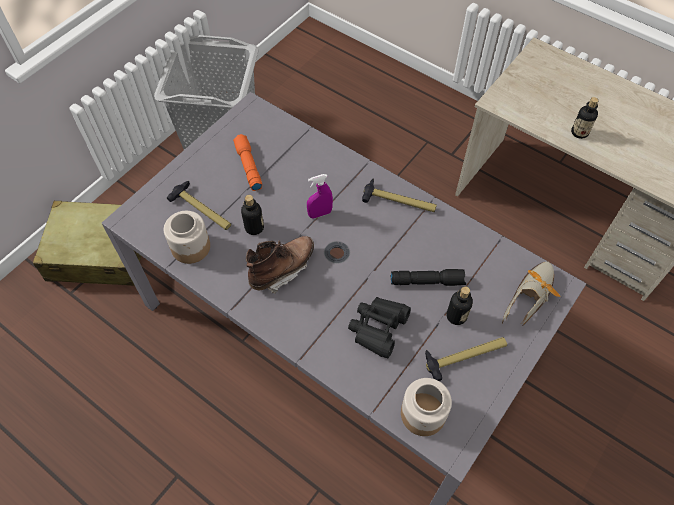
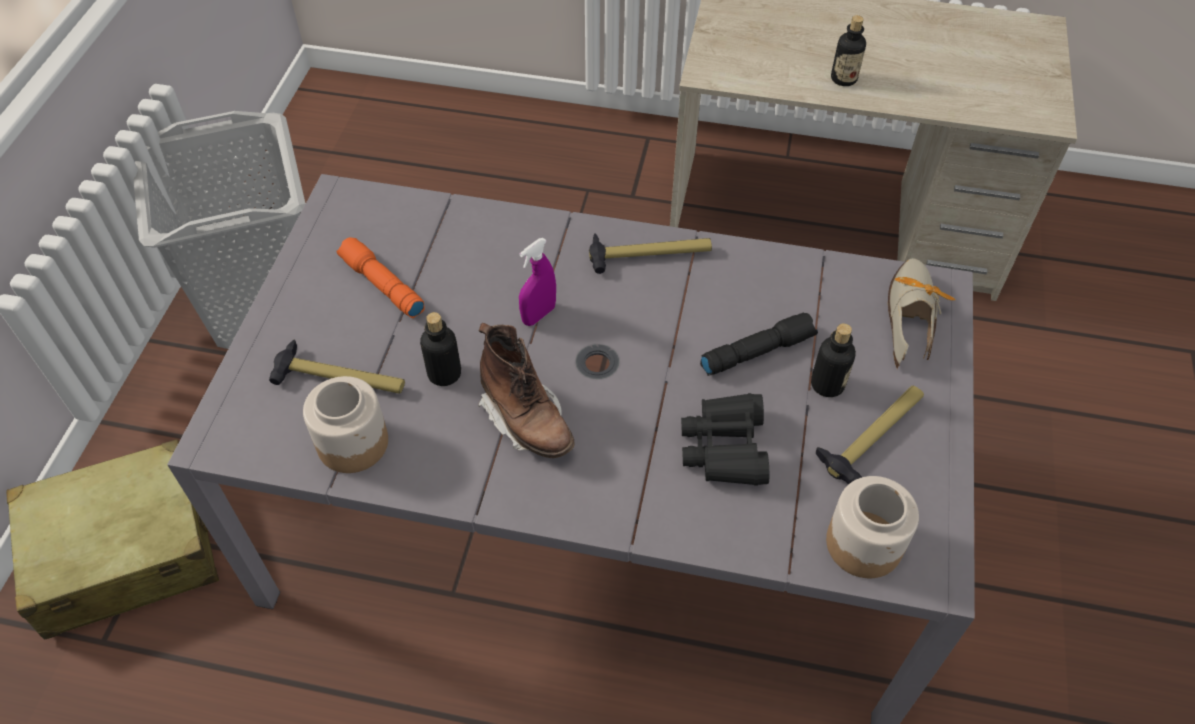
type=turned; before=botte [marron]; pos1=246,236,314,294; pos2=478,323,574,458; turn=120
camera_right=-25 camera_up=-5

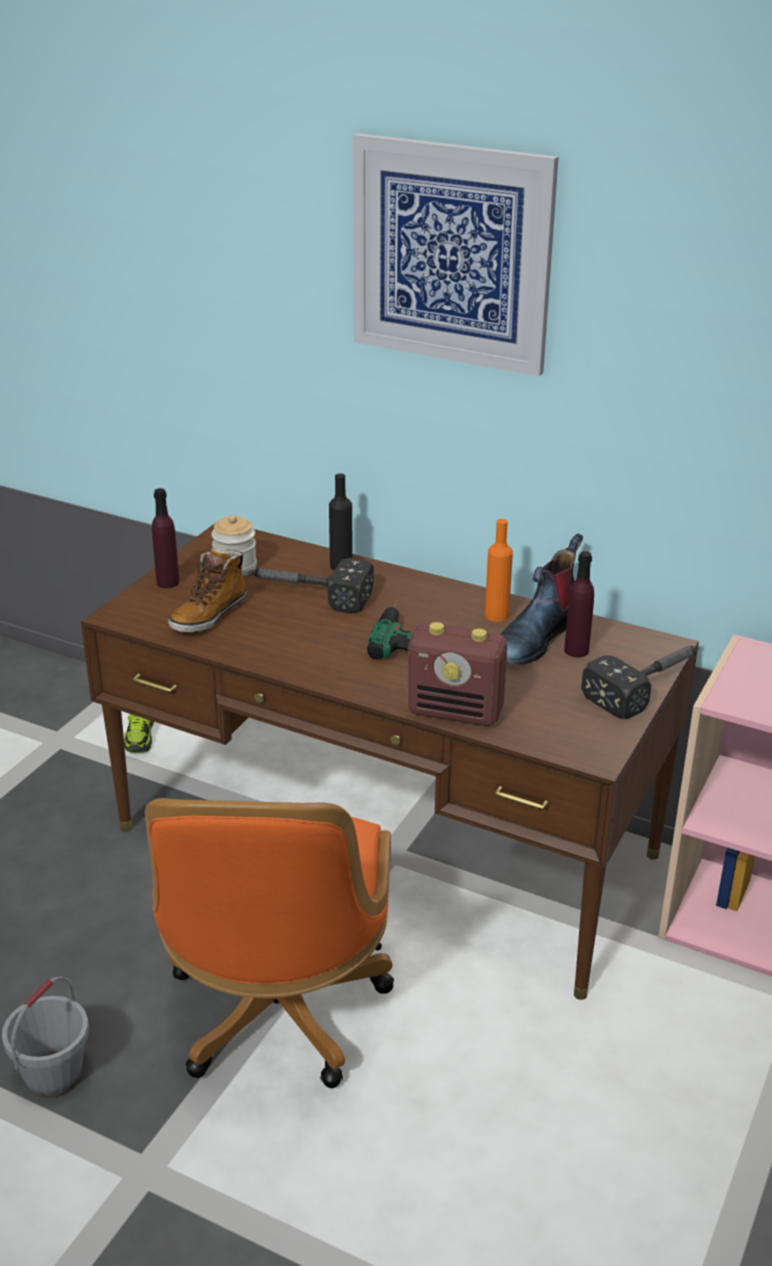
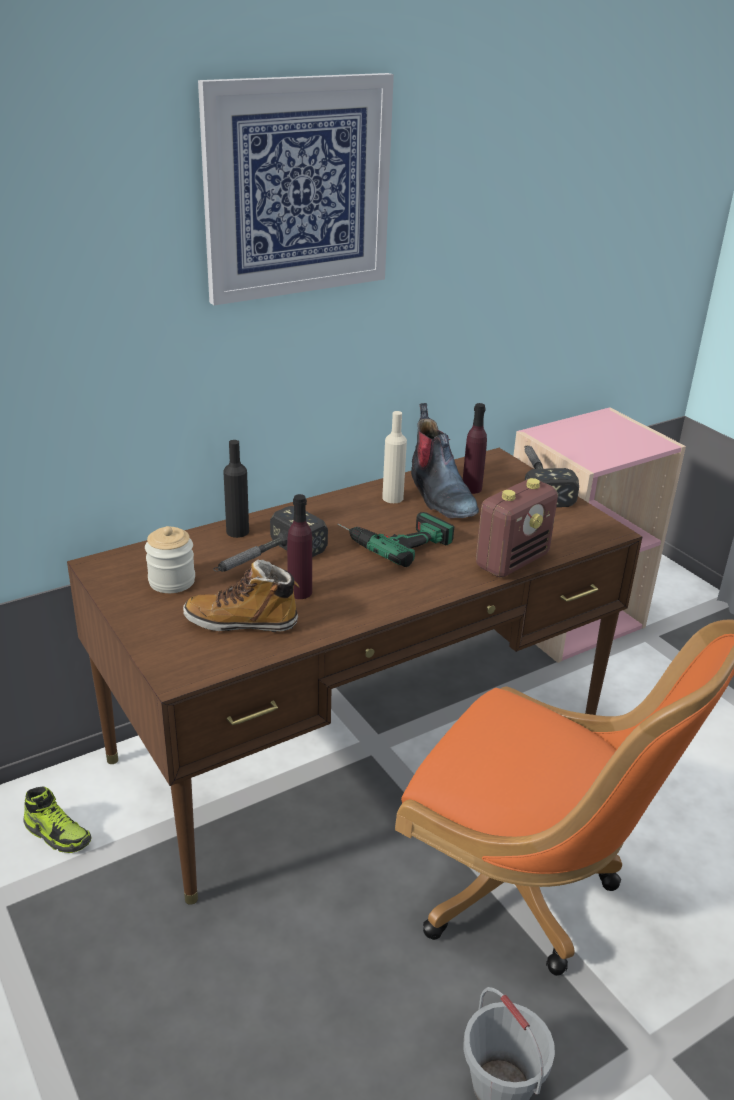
type=moved; before=bouteille [violet]; pos1=152,488,179,588; pos2=287,494,312,599
type=turned; before=botte; pos1=168,547,247,633; pos2=183,559,300,632; turn=120
type=recoloured; before=bouteille [orange]; after=bouteille [beige]; pos1=485,519,513,622; pos2=382,411,407,503
camera_right=-60 camera_up=0

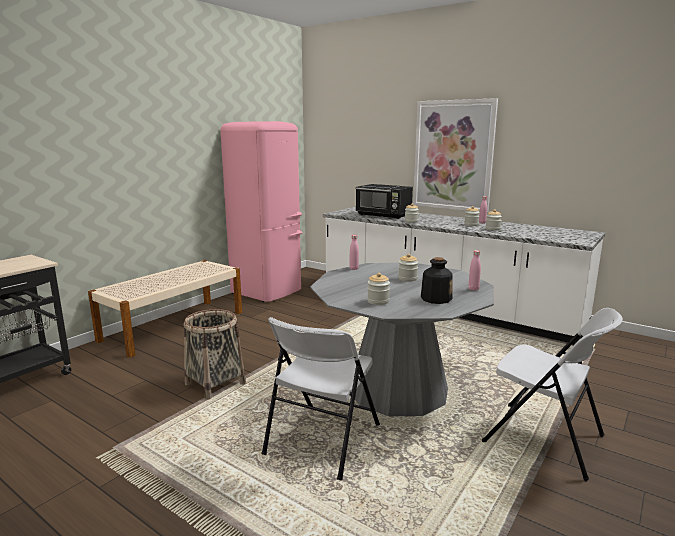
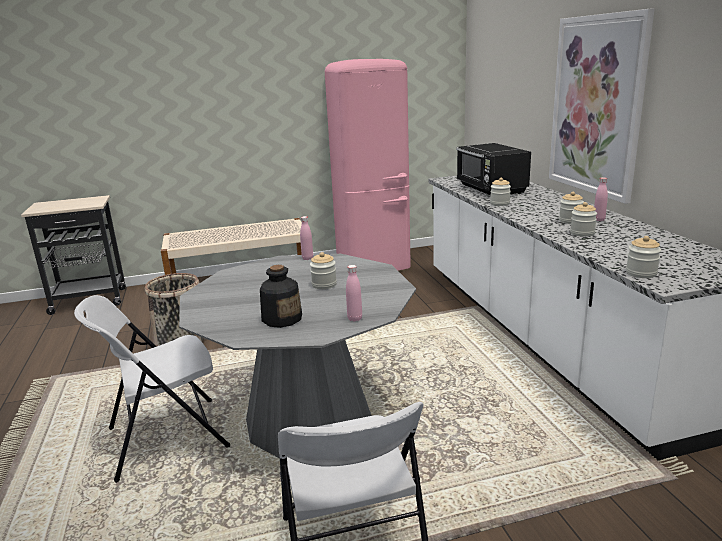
type=moved; before=bocal; pos1=367,273,390,305; pos2=626,236,661,278
camera_right=40 camera_up=5

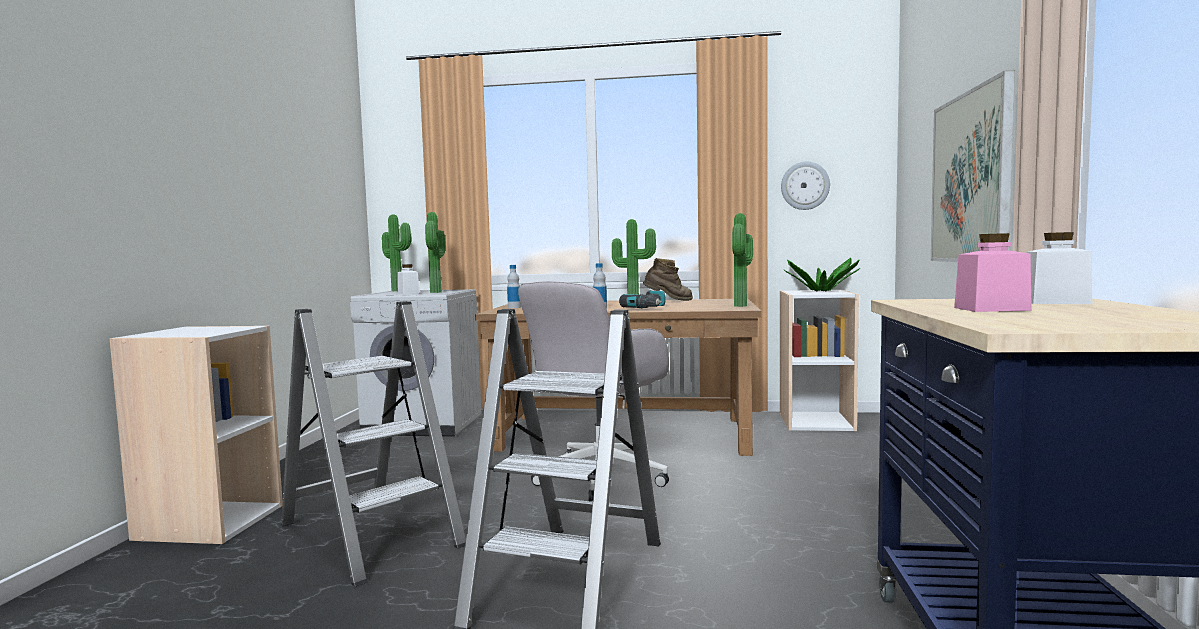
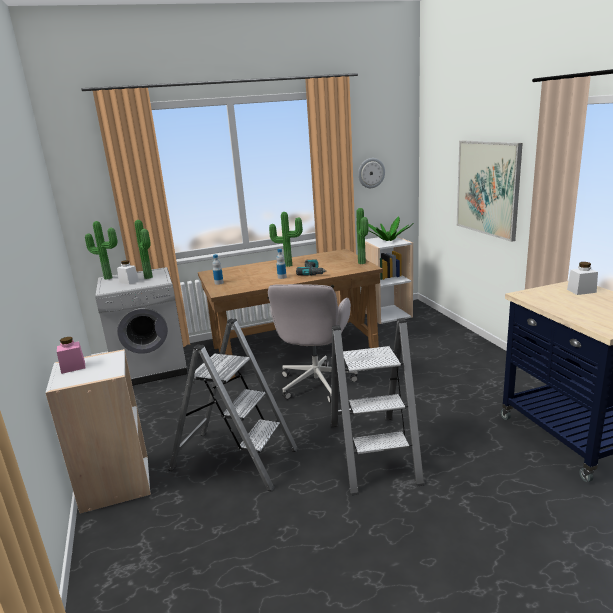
type=removed; before=botte [marron]; pos1=643,258,693,301
type=moved; before=bocal [rose]; pos1=954,233,1032,312; pos2=57,337,85,374
camera_right=-25 camera_up=15

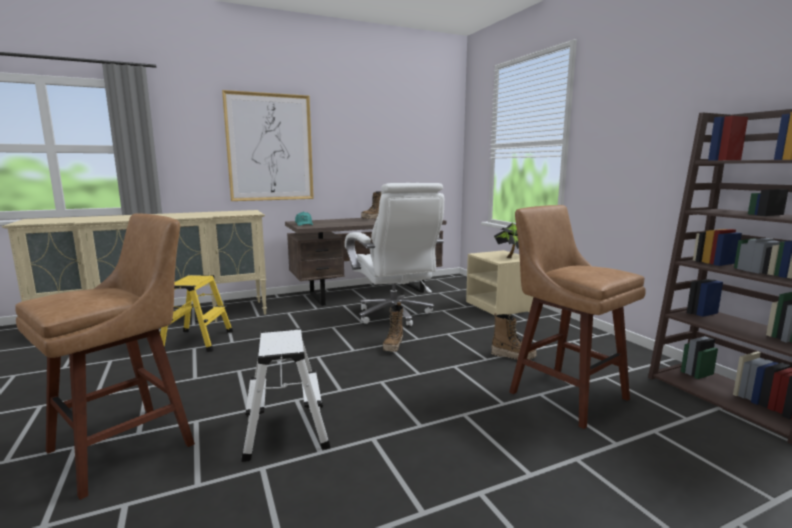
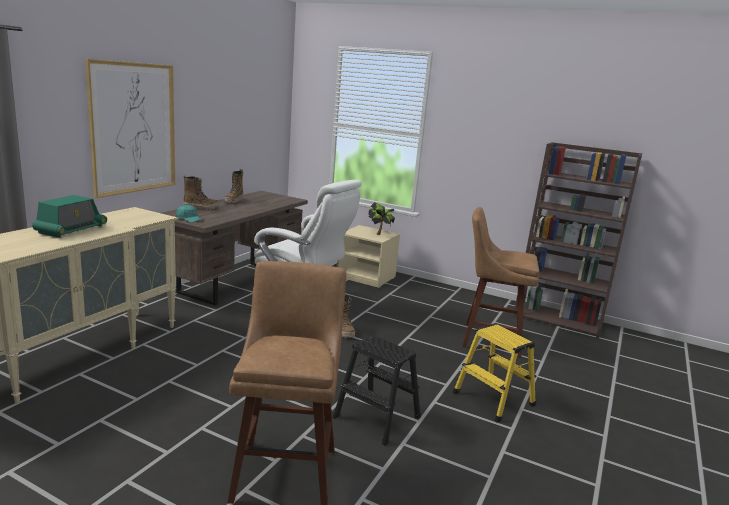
type=moved; before=escabeau [jaune]; pos1=160,275,233,352; pos2=452,323,537,423
type=recoloured; before=escabeau [blanc]; after=escabeau [noir]; pos1=241,328,331,462; pos2=332,334,421,446
type=moved; before=botte; pos1=491,313,536,360; pos2=183,175,219,210
type=added; after=radio; pos2=32,195,107,238
camera_right=-40 camera_up=5

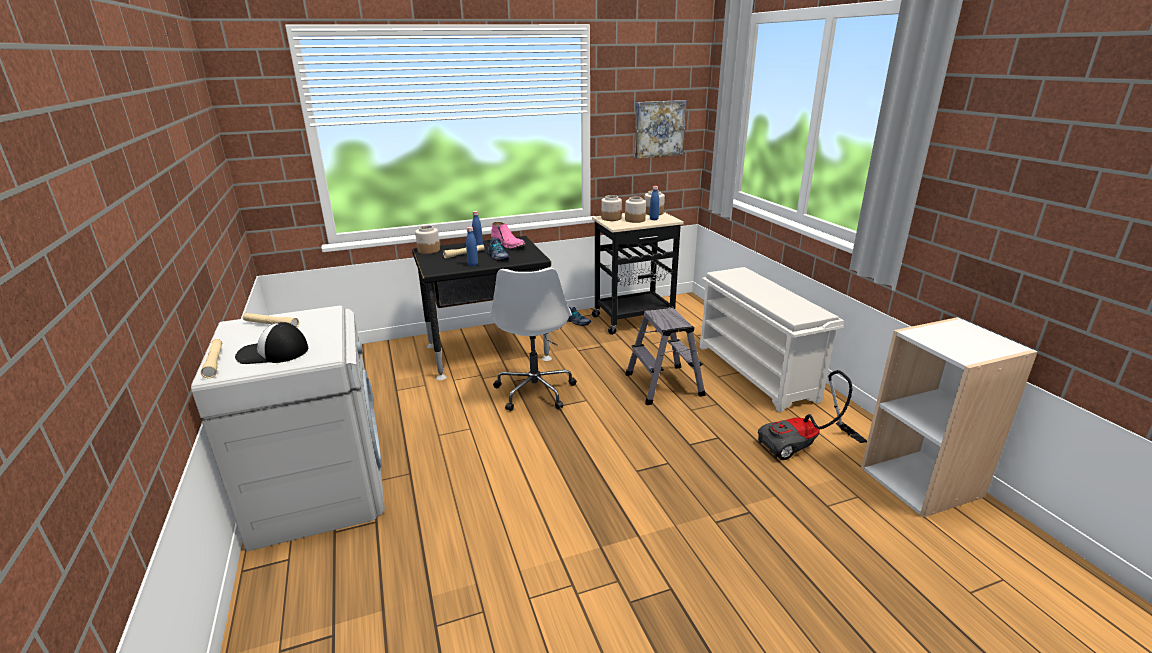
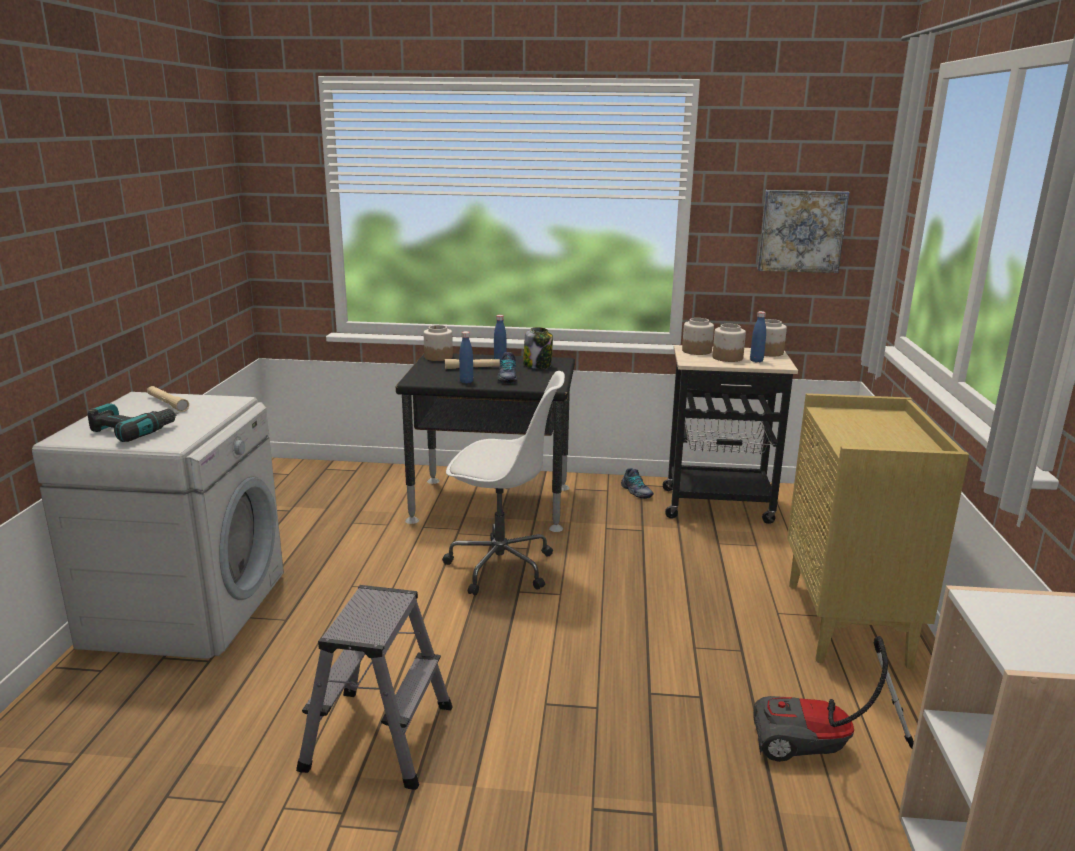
type=removed; before=lampe de poche [beige]; pos1=201,339,222,378
type=replaced; before=casquette; after=perceuse; pos1=235,322,308,364; pos2=88,403,179,442
type=turned; before=chaise de bureau [blanc]; pos1=490,268,577,411; pos2=442,371,565,595; turn=-105
type=replaced; before=botte [rose]; after=bocal; pos1=491,222,526,248; pos2=523,327,553,369
type=moved; before=escabeau [gris]; pos1=625,306,706,405; pos2=296,585,453,790
type=replaced; before=étagère à chaussures [blanc]; after=meuble de rangement [beige]; pos1=700,267,844,412; pos2=787,393,969,669
camera_right=25 camera_up=-5

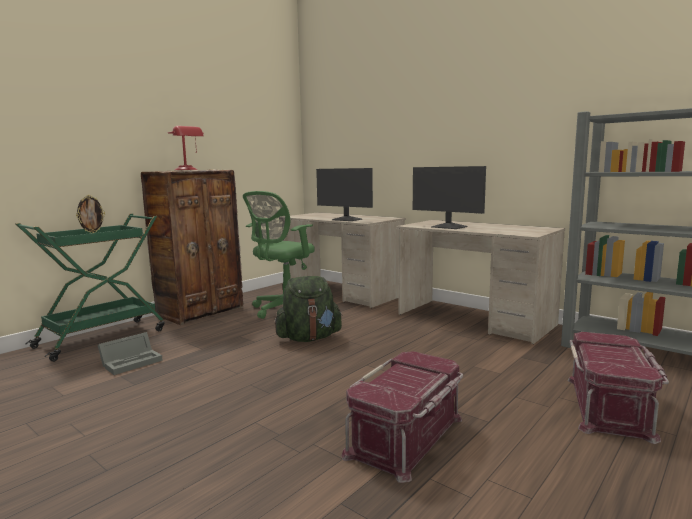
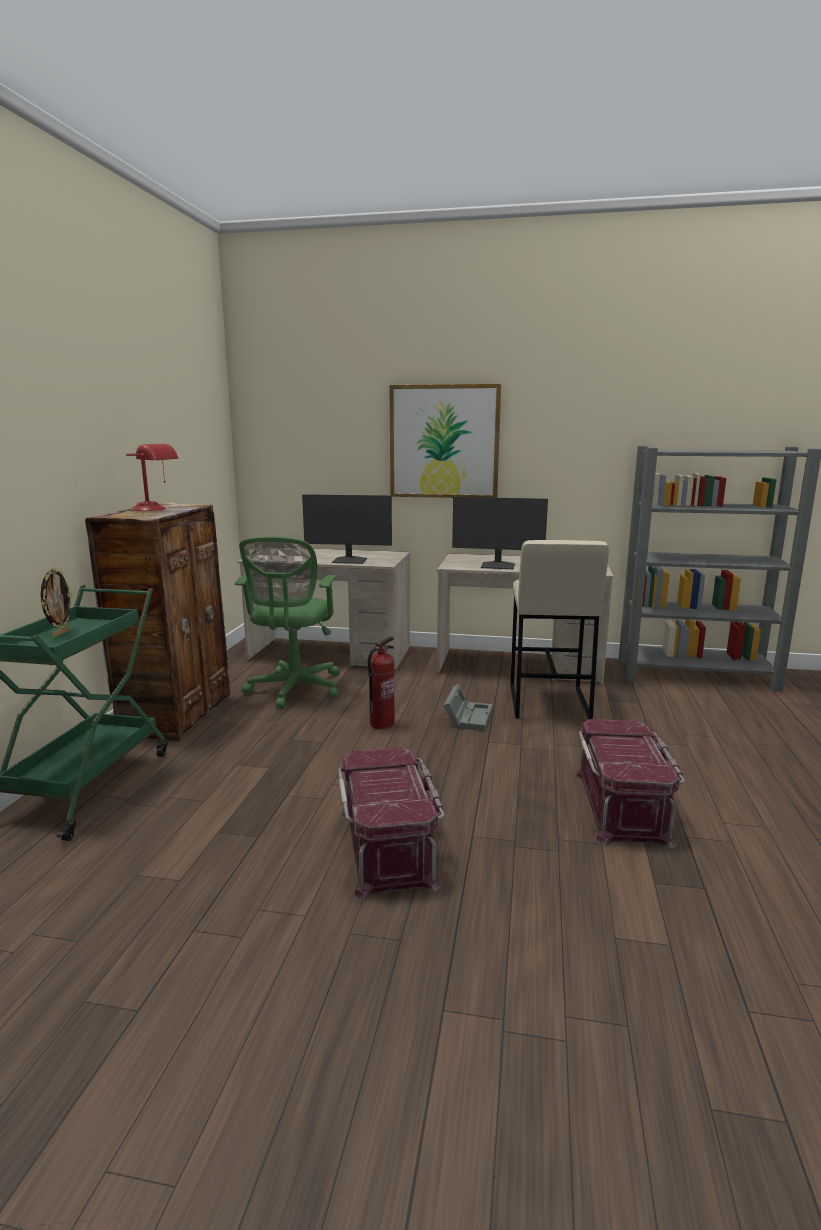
type=moved; before=boîte de rangement [gris]; pos1=98,332,163,375; pos2=444,684,493,731
type=replaced; before=sac à dos [vert]; after=extincteur; pos1=275,276,343,342; pos2=368,636,395,729
type=moved; before=boîte de rangement [rouge]; pos1=567,332,669,444; pos2=338,747,444,900
type=added; after=tableau; pos2=389,384,501,498
type=added; after=tabouret [beige]; pos2=510,540,609,720
camera_right=-30 camera_up=5

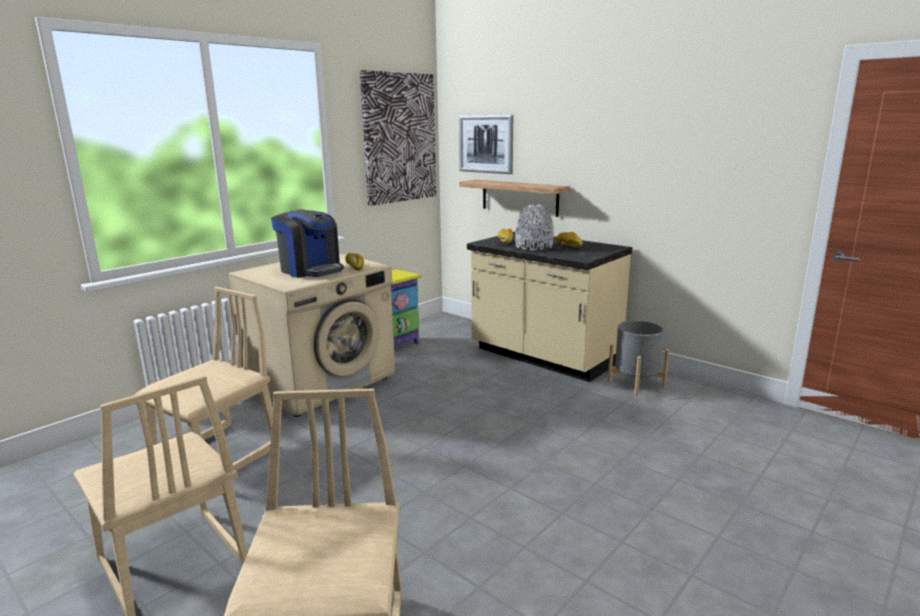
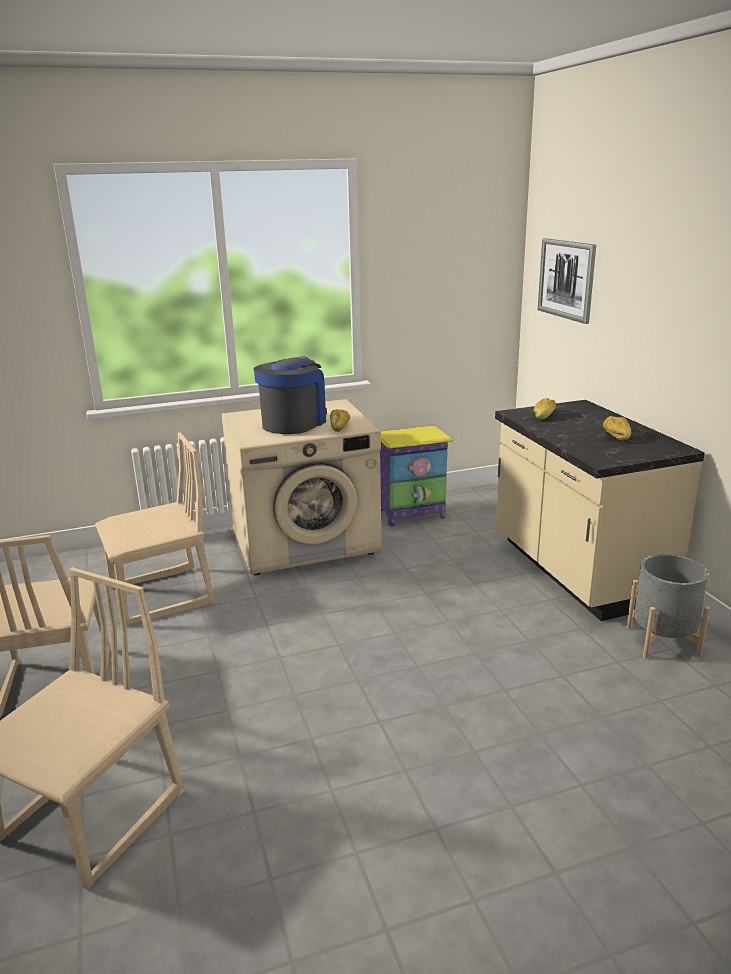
type=turned; before=machine à café; pos1=271,209,344,278; pos2=253,356,327,434; turn=-135
type=removed; before=tableau; pos1=360,70,436,206
type=removed; before=étagère; pos1=459,180,570,217
type=removed; before=vase [gris]; pos1=515,204,554,250
camera_right=30 camera_up=5

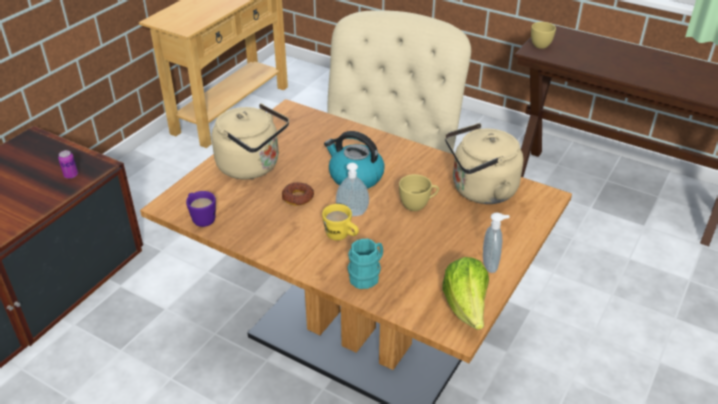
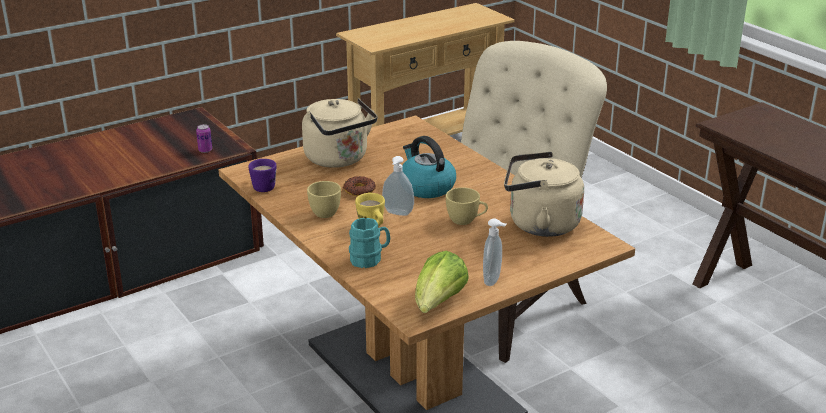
type=moved; before=tasse [jaune]; pos1=531,22,556,49; pos2=307,181,341,218
camera_right=25 camera_up=-10

